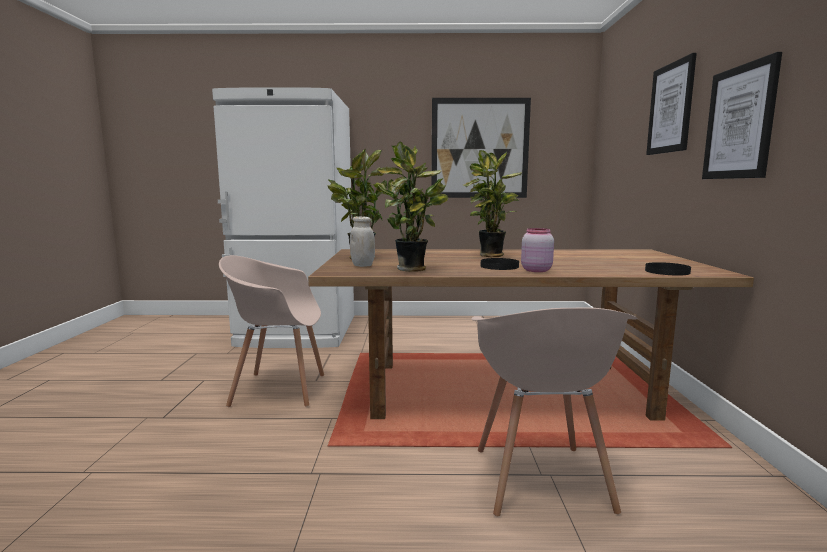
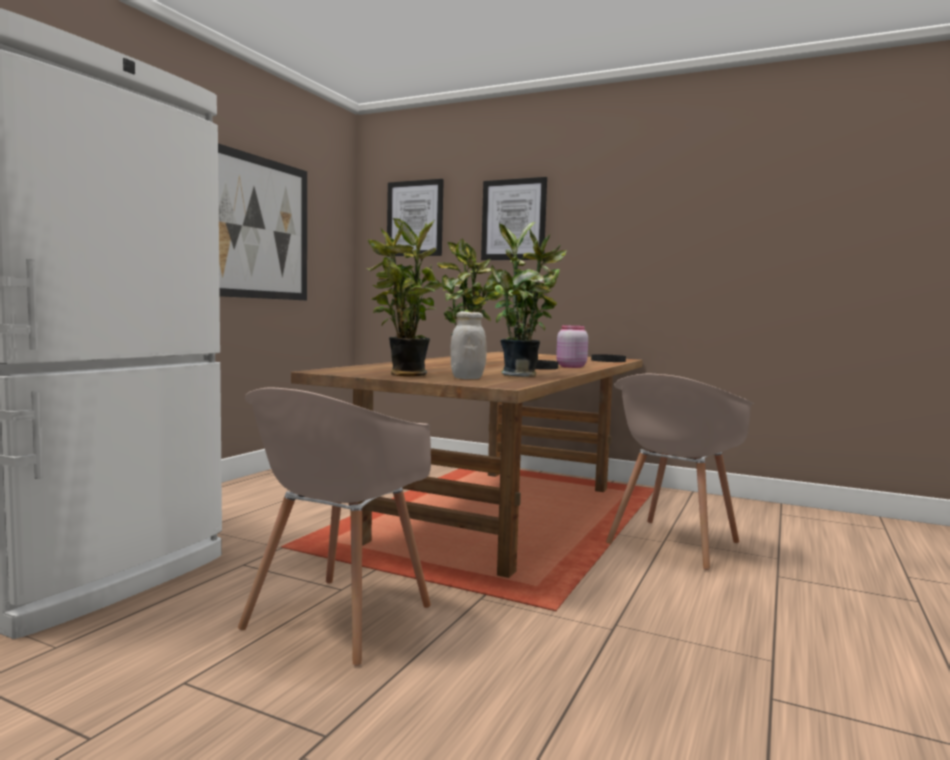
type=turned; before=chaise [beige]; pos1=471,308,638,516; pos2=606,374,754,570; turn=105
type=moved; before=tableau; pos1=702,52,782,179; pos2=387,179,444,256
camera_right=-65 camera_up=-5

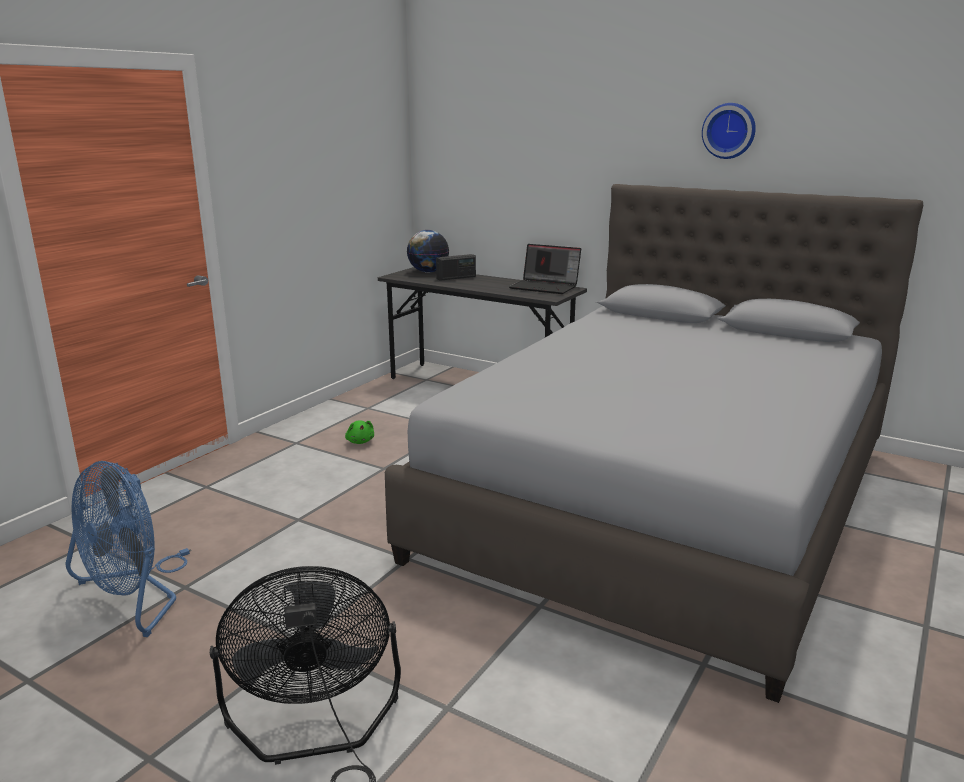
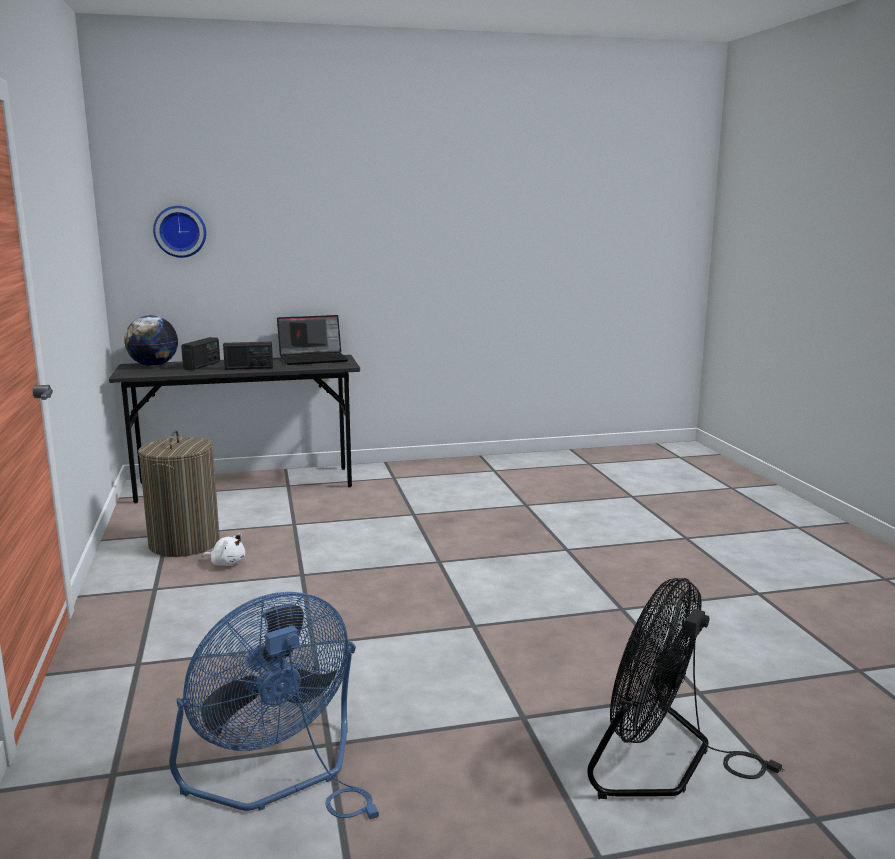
type=turned; before=ventilateur [bleu]; pos1=66,461,192,637; pos2=169,592,379,819; turn=150
type=recoloured; before=peluche [vert]; after=peluche [blanc]; pos1=345,420,374,444; pos2=203,533,245,566
type=removed; before=lit [gris]; pos1=385,184,923,703
type=moved; before=horloge murale; pos1=702,103,756,159; pos2=153,206,206,258
type=added; after=panier à linge; pos2=138,430,220,557
type=added; after=radio; pos2=223,342,273,370
camera_right=-45 camera_up=-5

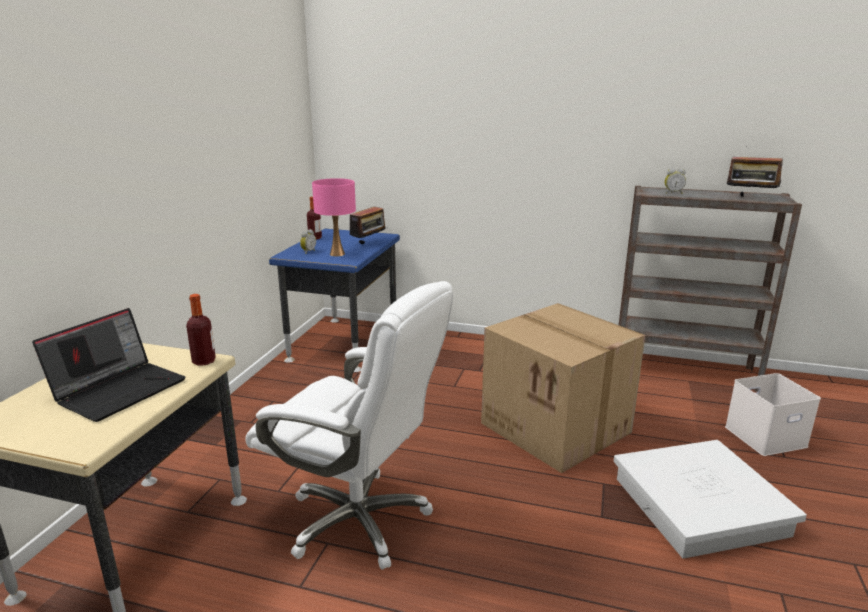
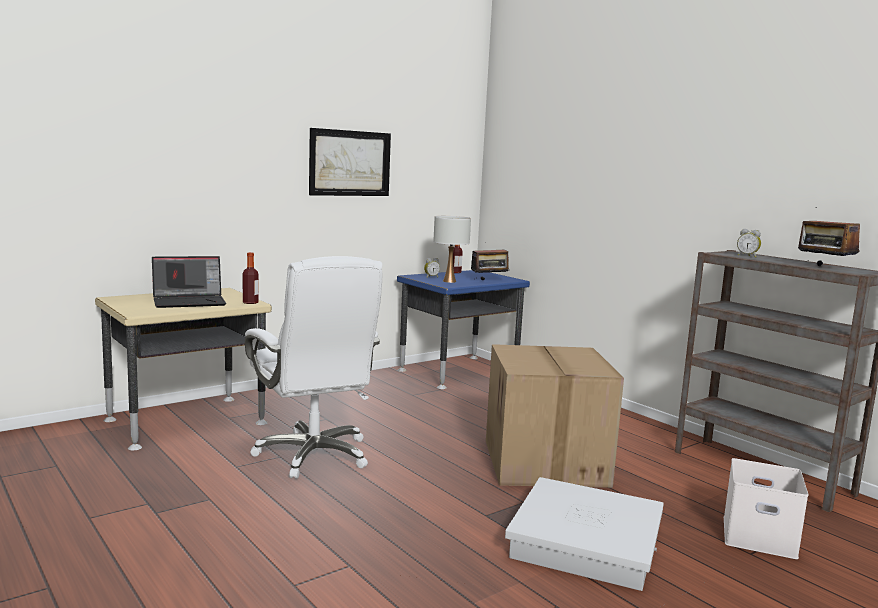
type=recoloured; before=lampe de table [rose]; after=lampe de table [blanc]; pos1=312,178,356,256; pos2=433,216,471,283
type=added; after=tableau; pos2=309,128,391,196
camera_right=35 camera_up=-10

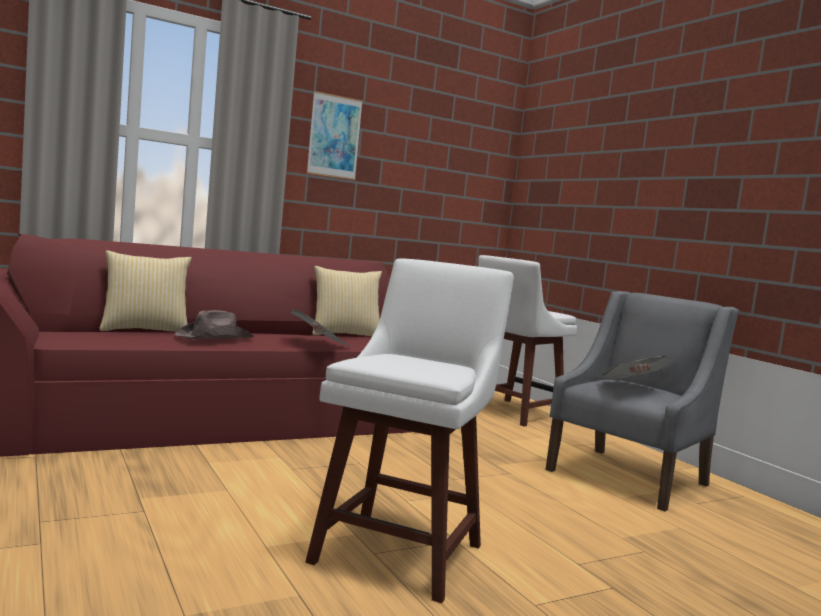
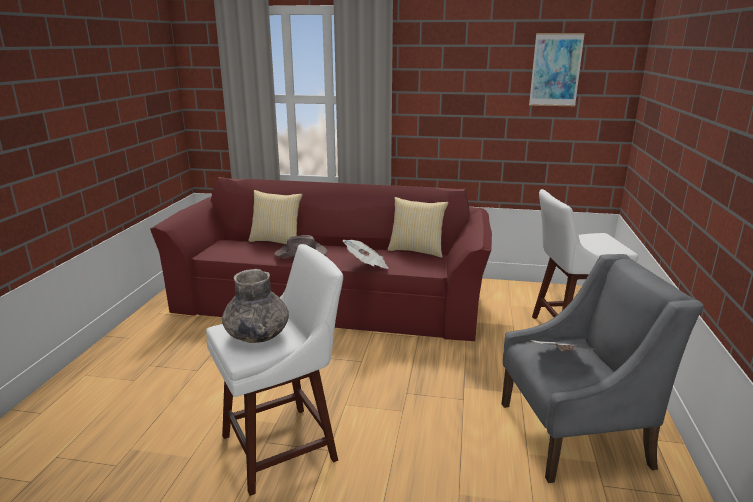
type=moved; before=tableau; pos1=307,91,363,180; pos2=529,33,585,106
type=added; after=vase [gris]; pos2=222,269,289,343
camera_right=40 camera_up=15

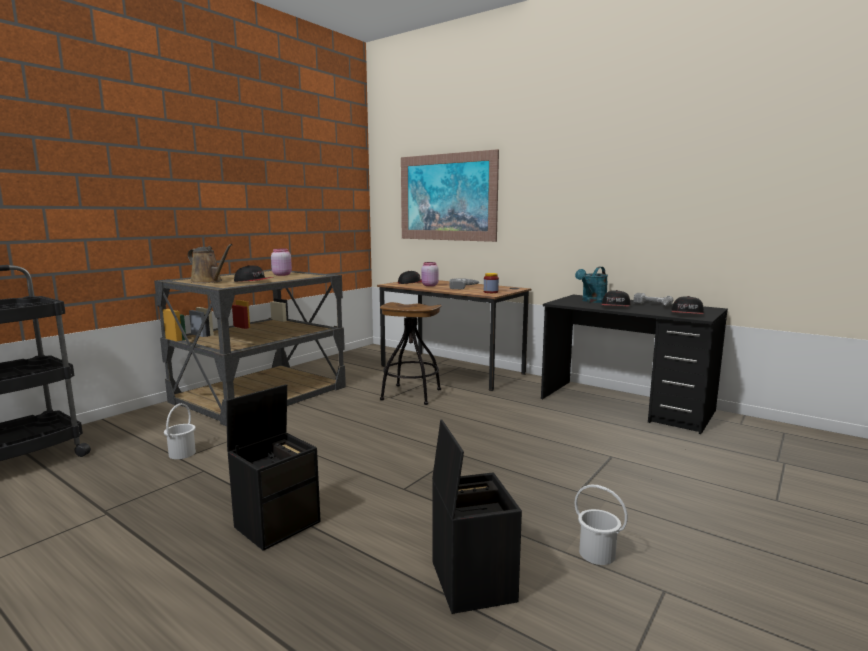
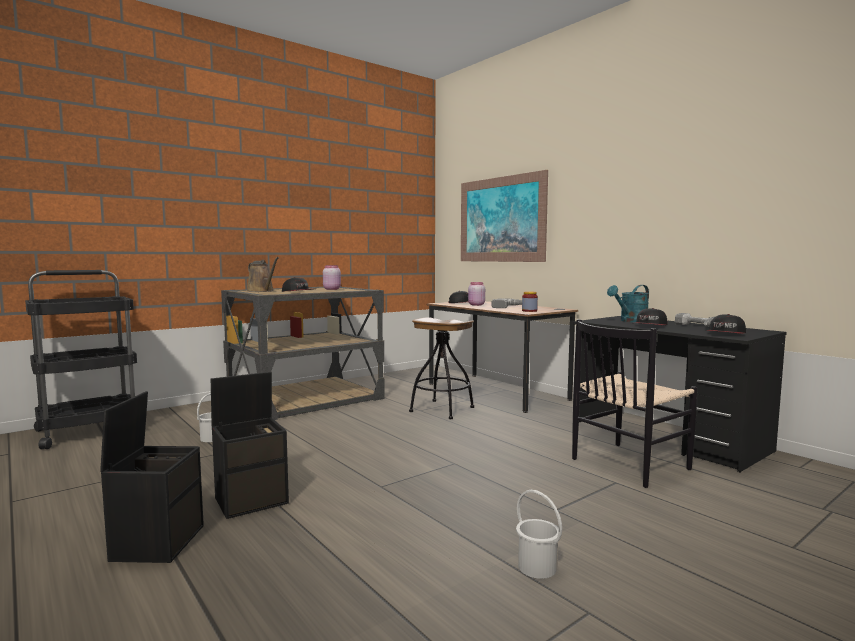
type=moved; before=boîte de rangement [noir]; pos1=432,420,522,614; pos2=100,391,204,563
type=added; after=chaise [noir]; pos2=572,319,697,488
camera_right=15 camera_up=-5

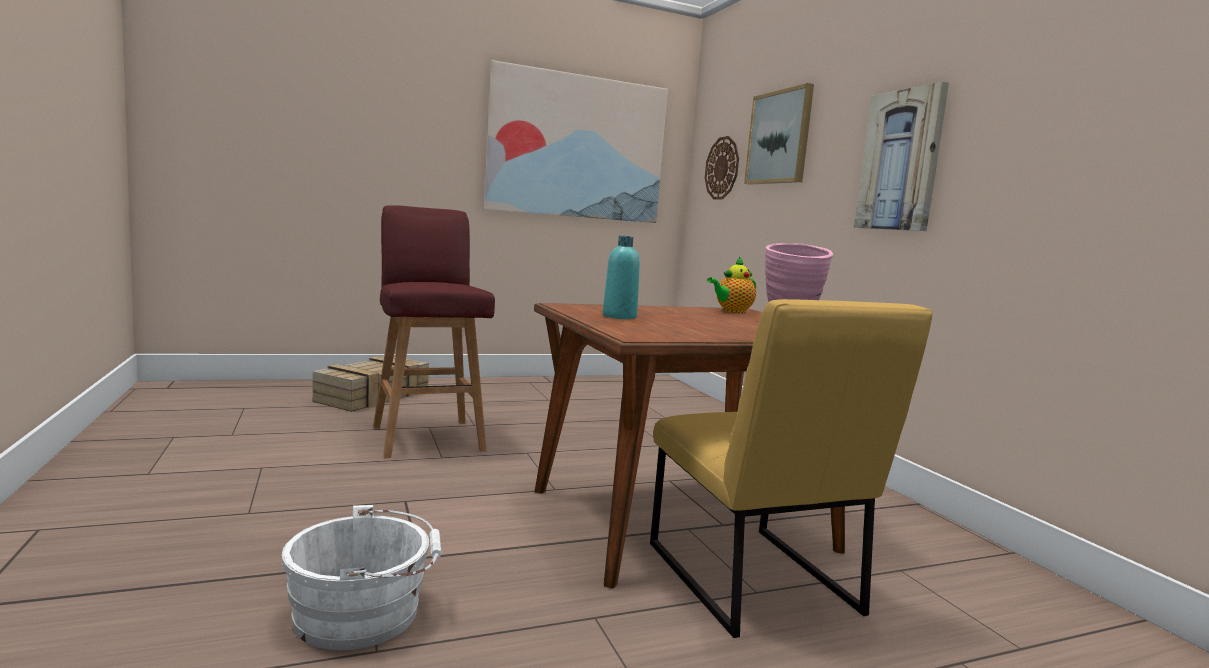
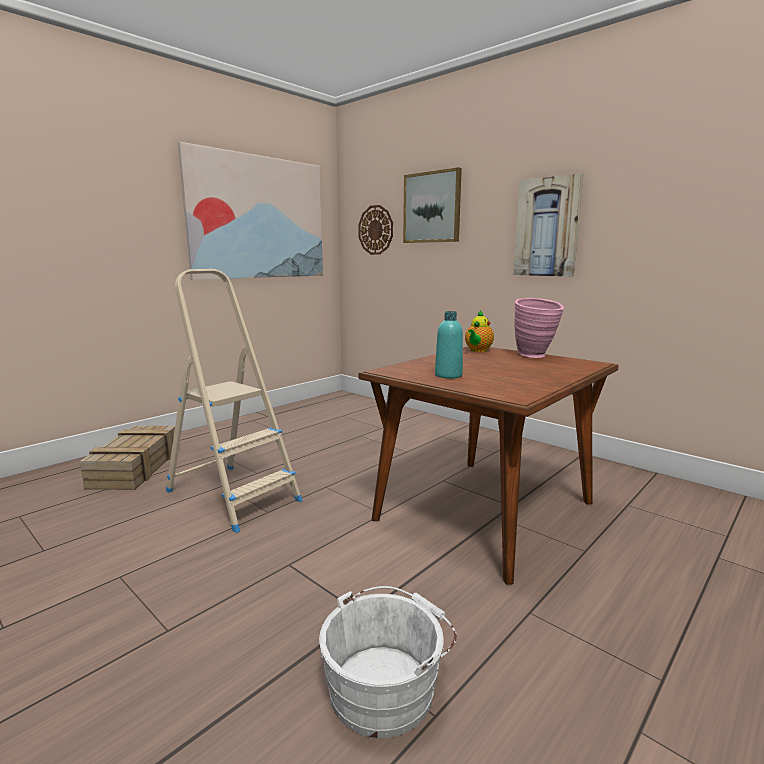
type=replaced; before=tabouret [rouge]; after=escabeau [beige]; pos1=373,205,495,458; pos2=166,269,303,533
type=removed; before=chaise [jaune]; pos1=650,299,933,638
camera_right=-25 camera_up=5

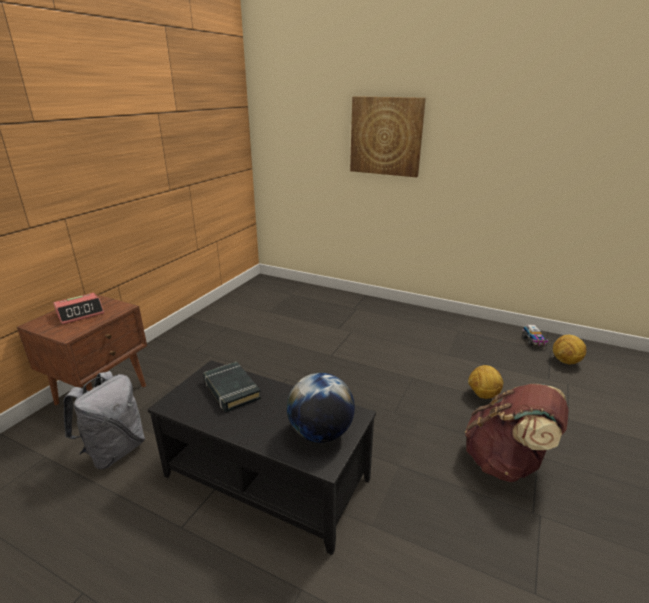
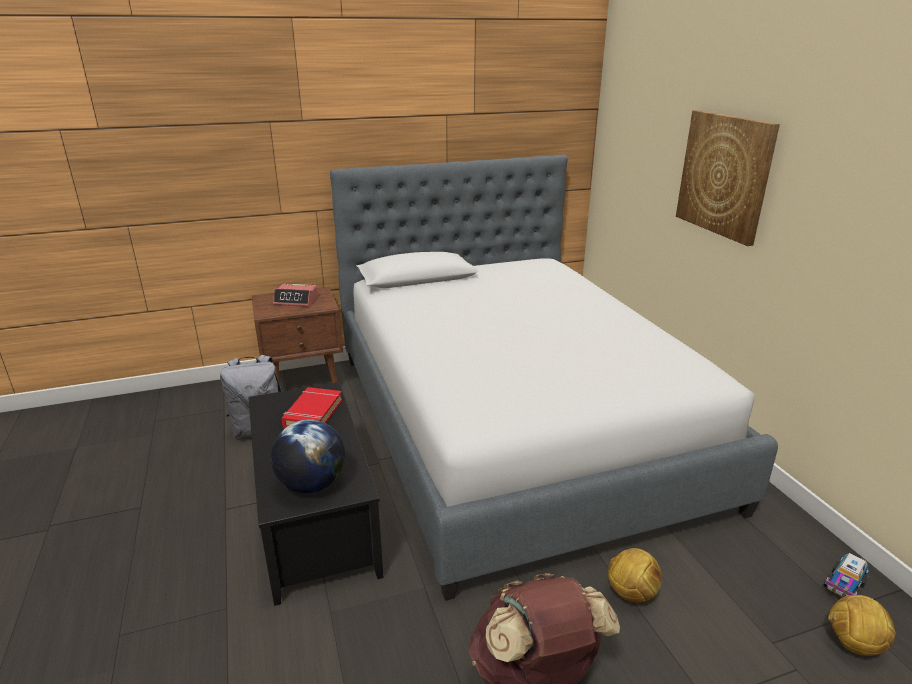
type=recoloured; before=livre [noir]; after=livre [rouge]; pos1=203,362,261,412; pos2=281,387,342,428
type=added; after=lit; pos2=330,155,778,601
camera_right=45 camera_up=0

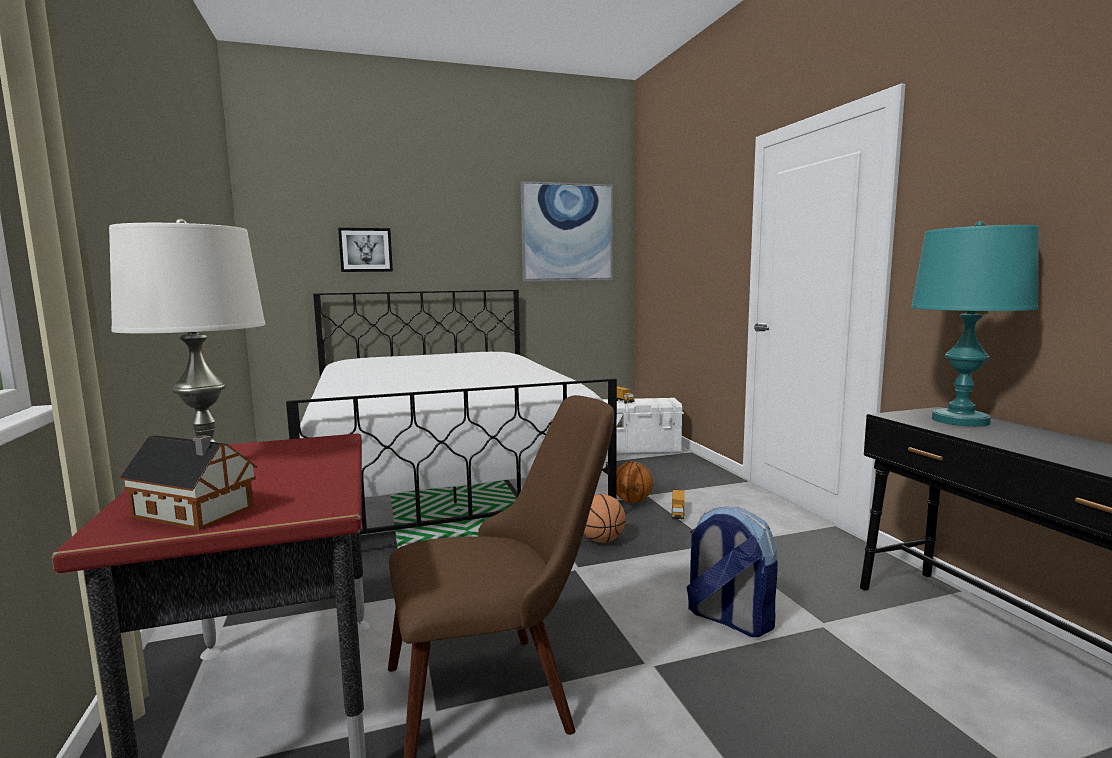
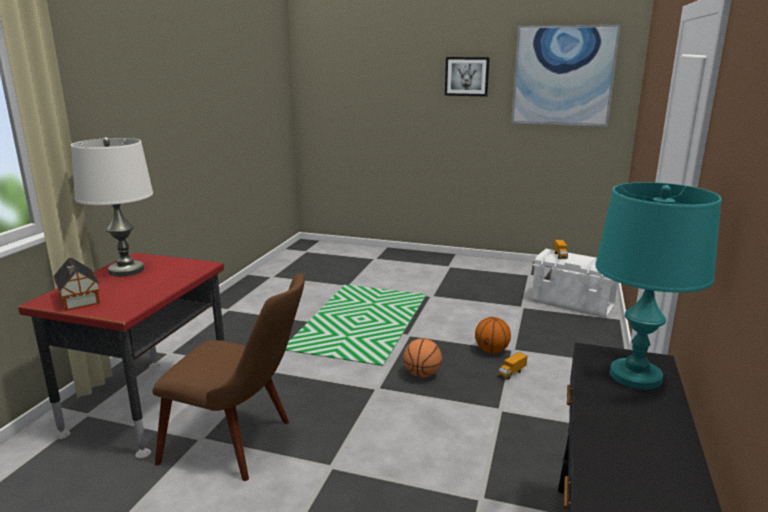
type=removed; before=lit [blanc]; pos1=286,290,617,535
type=moved; before=tableau; pos1=338,228,393,272; pos2=445,57,490,97
type=removed; before=sac à dos; pos1=687,507,778,637
camera_right=35 camera_up=10

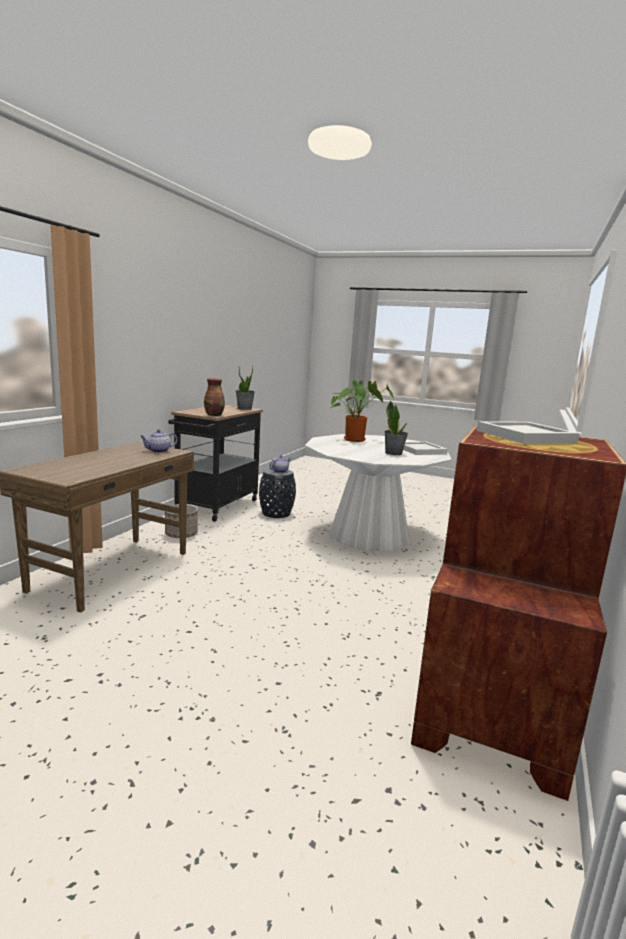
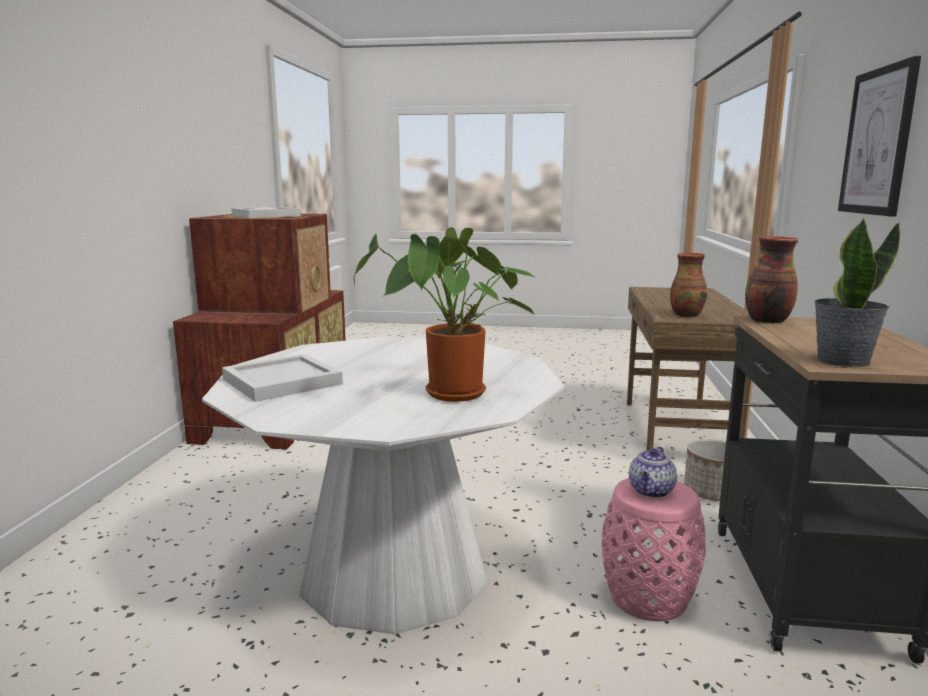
type=replaced; before=théière; after=vase; pos1=140,429,177,453; pos2=670,253,707,317
type=recoloured; before=tabouret [noir]; after=tabouret [rose]; pos1=259,469,296,518; pos2=602,478,706,621
type=removed; before=plante en pot; pos1=384,400,408,455
type=added; after=tableau; pos2=838,56,921,216
camera_right=165 camera_up=0

